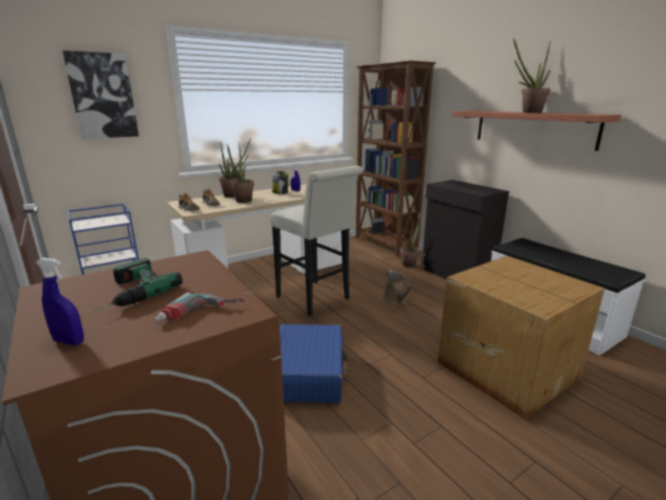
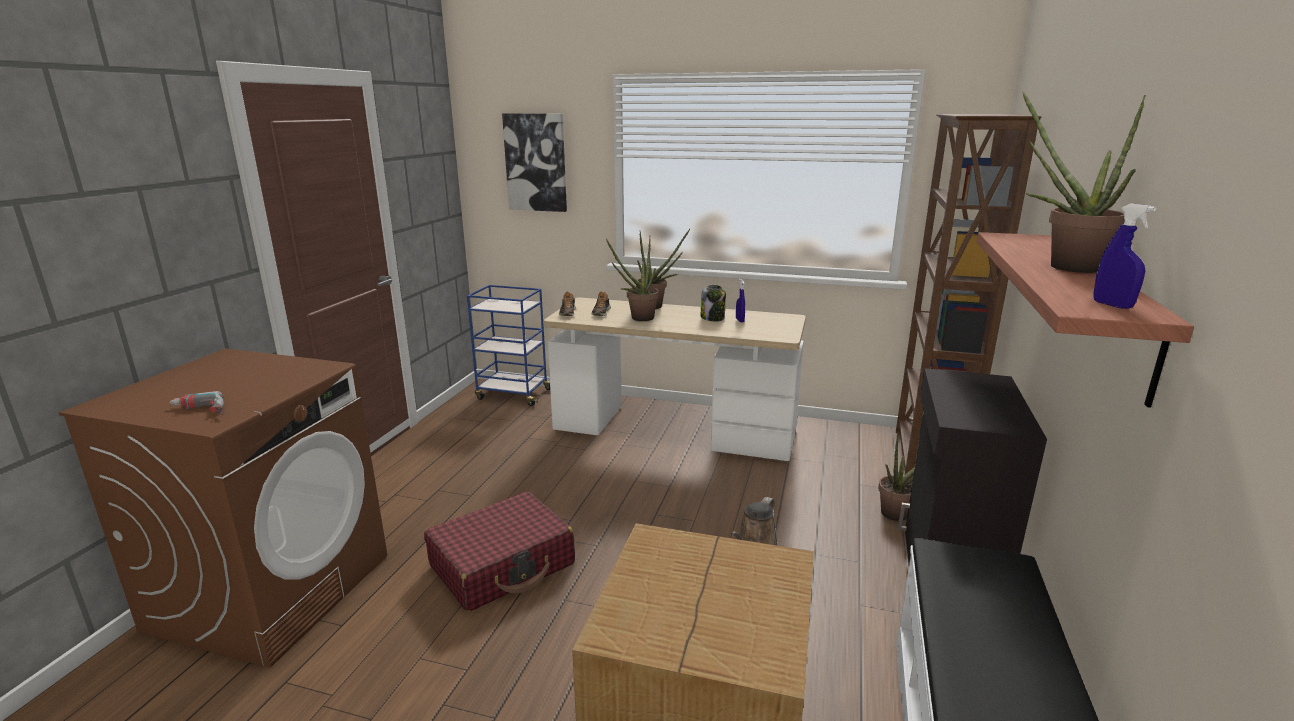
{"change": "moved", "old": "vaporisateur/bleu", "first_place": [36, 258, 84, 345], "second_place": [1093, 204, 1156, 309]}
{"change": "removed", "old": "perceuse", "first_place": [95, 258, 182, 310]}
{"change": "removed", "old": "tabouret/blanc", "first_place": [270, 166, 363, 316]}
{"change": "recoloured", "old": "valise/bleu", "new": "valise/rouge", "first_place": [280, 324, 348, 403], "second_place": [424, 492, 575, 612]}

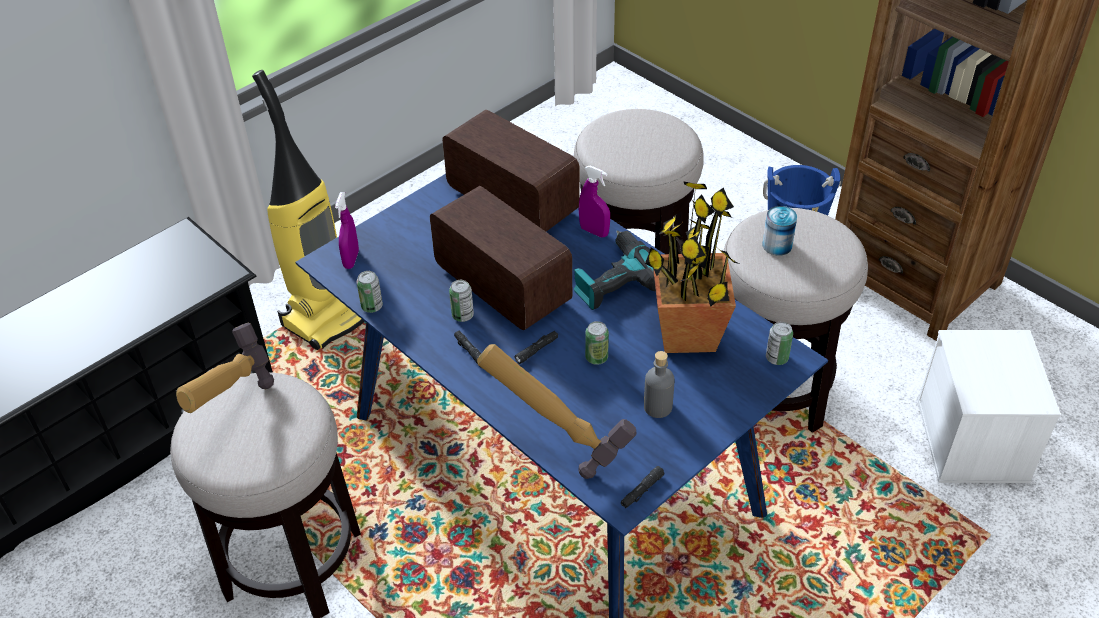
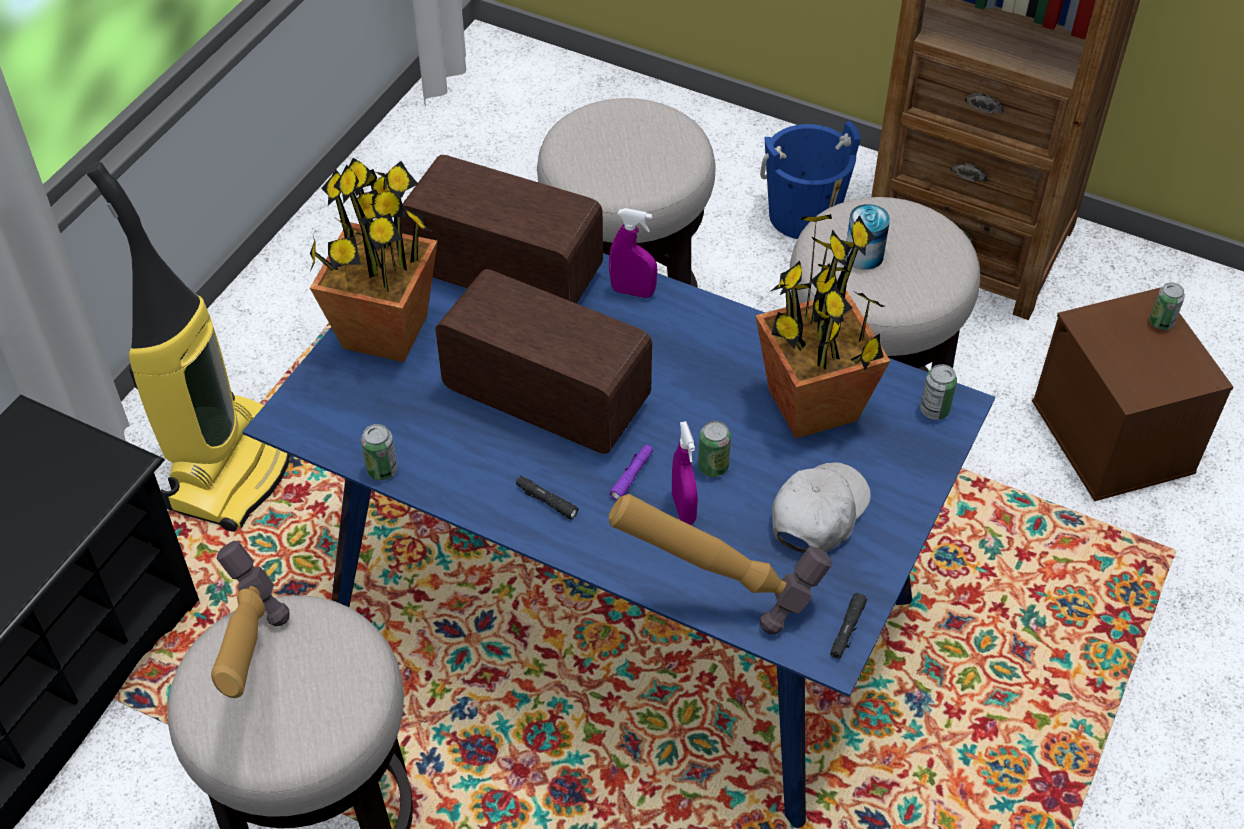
{"change": "moved", "old": "vaporisateur/violet", "first_place": [335, 192, 359, 269], "second_place": [672, 421, 698, 525]}
{"change": "moved", "old": "boîte métallique", "first_place": [449, 280, 474, 322], "second_place": [1150, 282, 1185, 330]}
{"change": "recoloured", "old": "lampe de poche/noir", "new": "lampe de poche/violet", "first_place": [514, 331, 558, 364], "second_place": [609, 444, 653, 500]}
{"change": "removed", "old": "perceuse", "first_place": [573, 230, 656, 310]}
{"change": "replaced", "old": "bouteille/gris", "new": "casquette/blanc", "first_place": [644, 351, 675, 418], "second_place": [772, 462, 871, 553]}
{"change": "recoloured", "old": "boîte de rangement/blanc", "new": "boîte de rangement/marron", "first_place": [917, 330, 1061, 483], "second_place": [1032, 287, 1233, 501]}
{"change": "added", "new": "plante en pot", "second_place": [310, 158, 437, 362]}

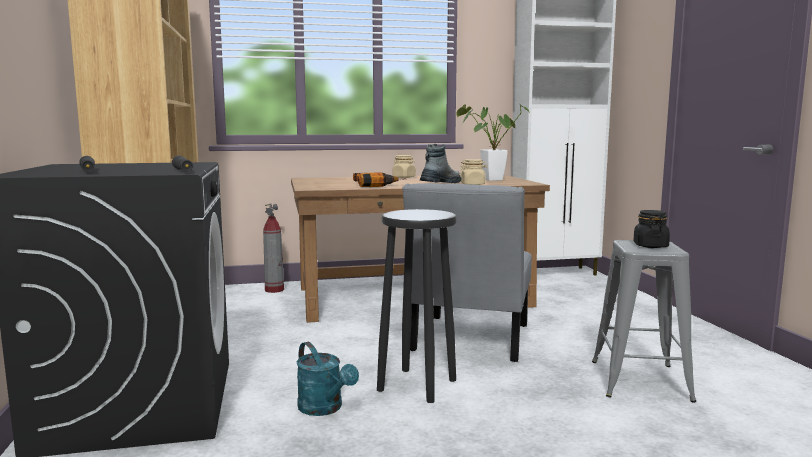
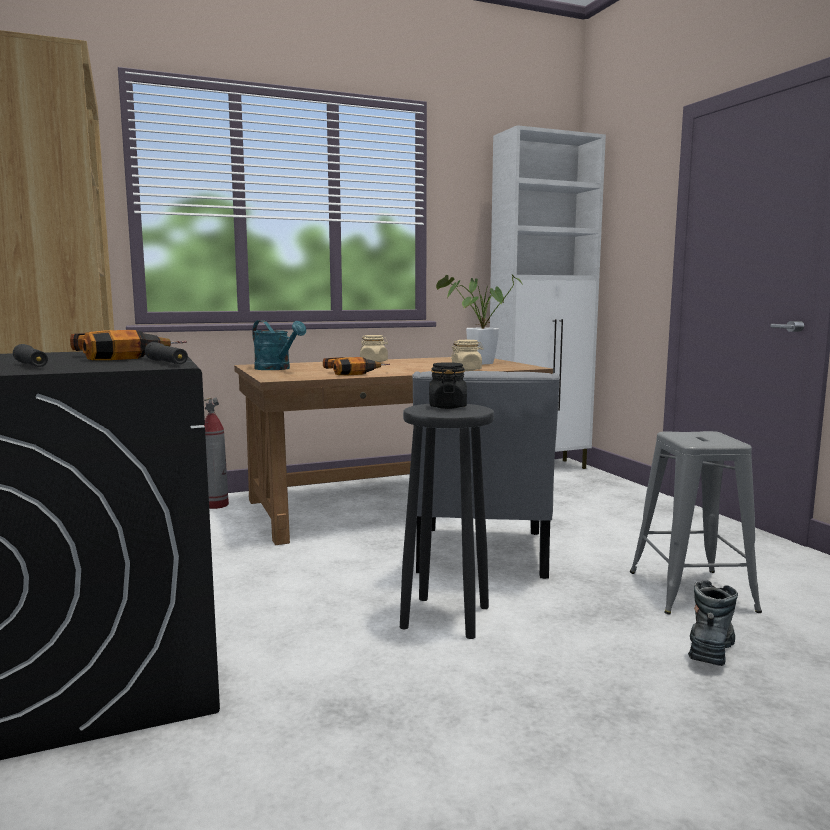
{"change": "moved", "old": "arrosoir/turquoise", "first_place": [297, 342, 359, 416], "second_place": [252, 320, 306, 370]}
{"change": "moved", "old": "botte", "first_place": [420, 144, 461, 183], "second_place": [688, 580, 738, 666]}
{"change": "moved", "old": "bocal/noir", "first_place": [633, 210, 670, 248], "second_place": [429, 362, 467, 409]}
{"change": "added", "new": "perceuse", "second_place": [70, 330, 186, 360]}

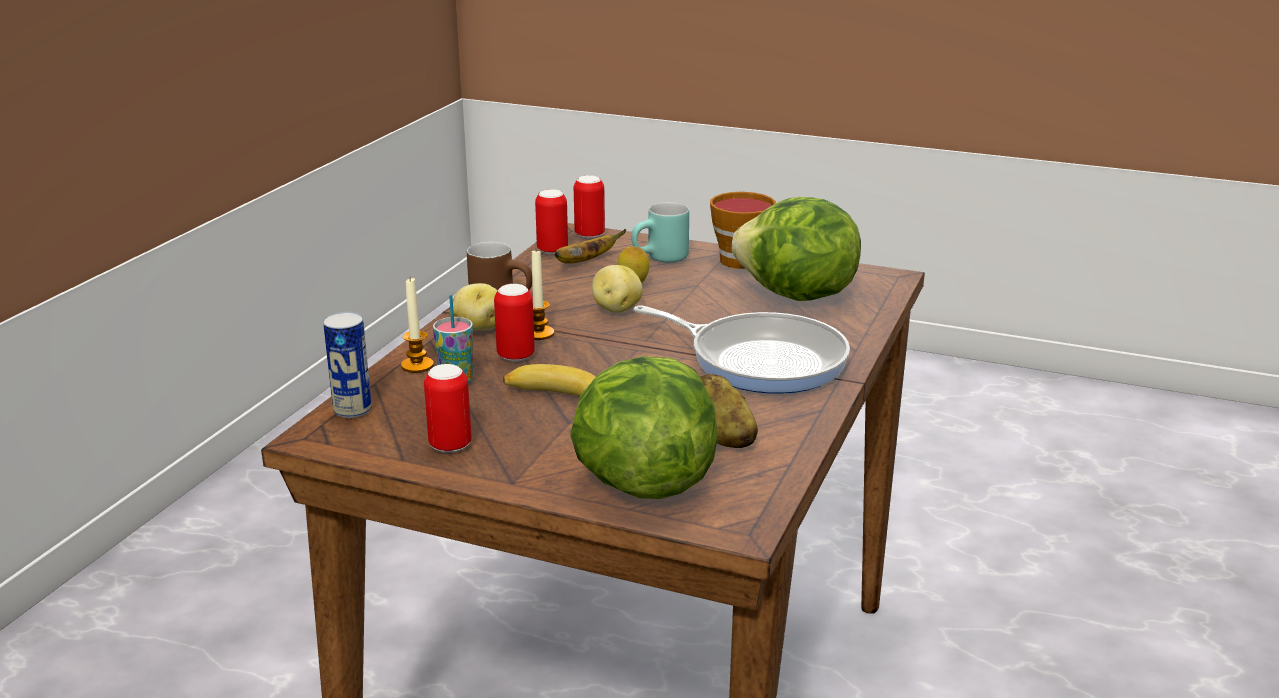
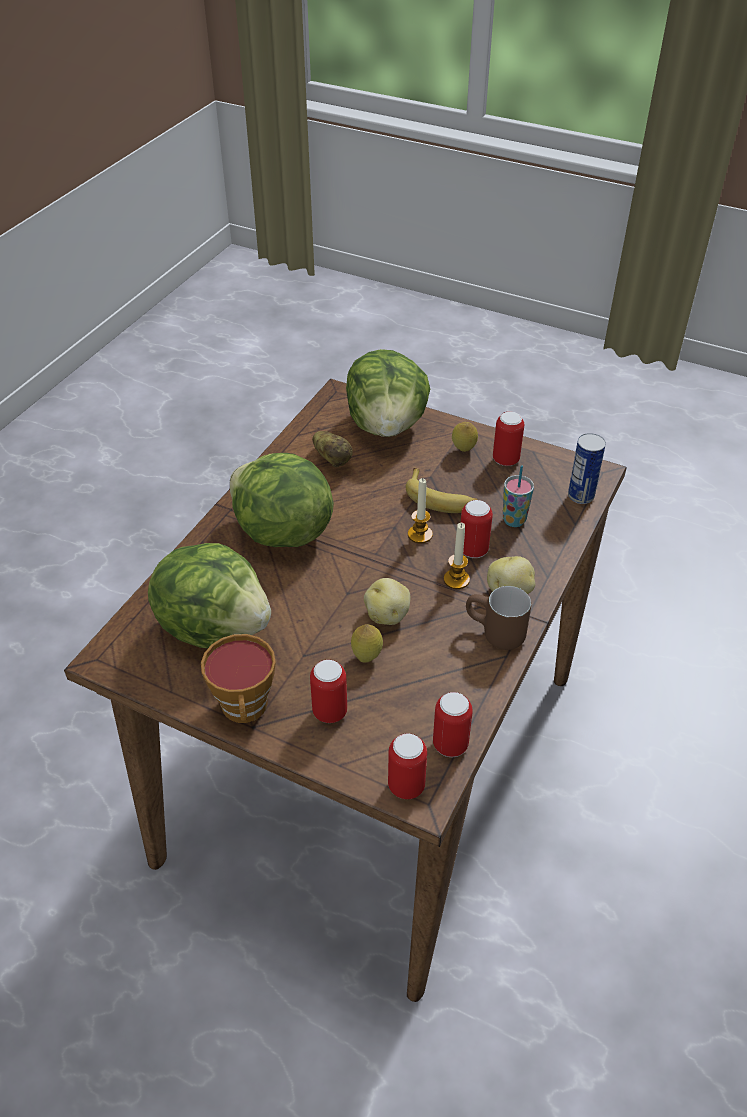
{"change": "moved", "old": "bougie", "first_place": [401, 278, 434, 373], "second_place": [408, 478, 433, 543]}
{"change": "removed", "old": "banane", "first_place": [555, 229, 626, 264]}
{"change": "replaced", "old": "mug/turquoise", "new": "boîte métallique", "first_place": [631, 202, 689, 263], "second_place": [310, 660, 347, 723]}
{"change": "replaced", "old": "poêle", "new": "laitue", "first_place": [633, 305, 850, 394], "second_place": [230, 453, 334, 547]}
{"change": "added", "new": "citron", "second_place": [452, 422, 478, 452]}

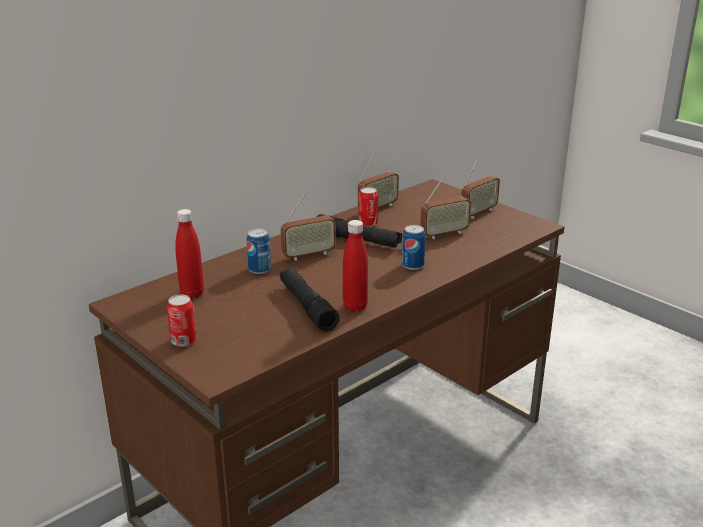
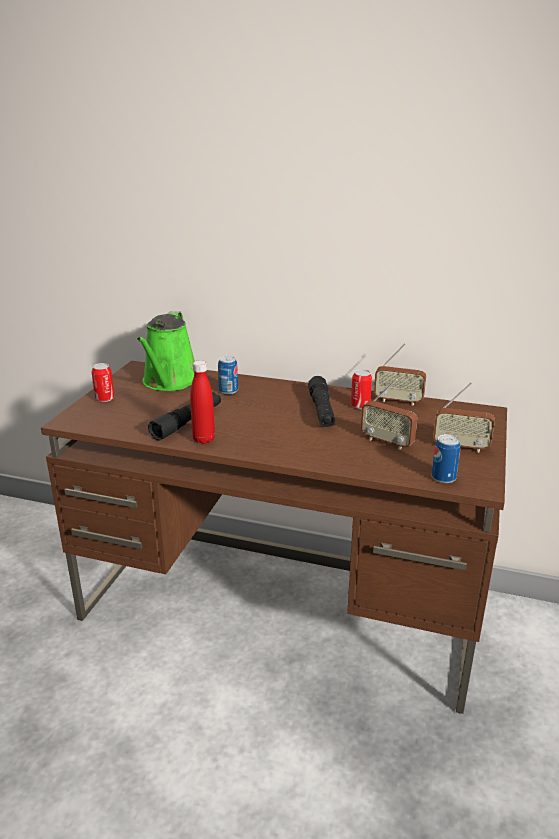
{"change": "replaced", "old": "bouteille/rouge", "new": "arrosoir/vert", "first_place": [175, 209, 204, 299], "second_place": [136, 311, 195, 391]}
{"change": "removed", "old": "radio", "first_place": [281, 192, 336, 261]}
{"change": "moved", "old": "boîte métallique", "first_place": [402, 225, 426, 270], "second_place": [431, 434, 461, 484]}

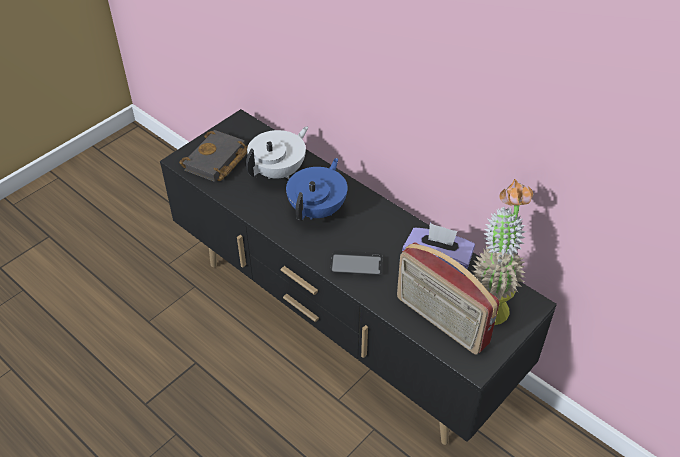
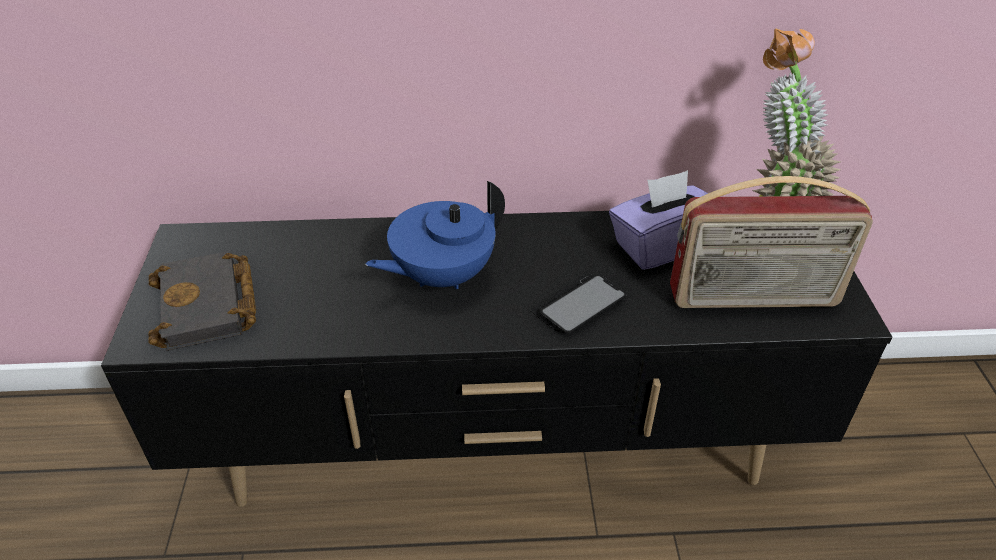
{"change": "removed", "old": "théière/blanc", "first_place": [246, 127, 308, 179]}
{"change": "turned", "old": "théière/bleu", "first_place": [286, 158, 347, 221], "second_place": [365, 181, 505, 289], "degrees": -105}

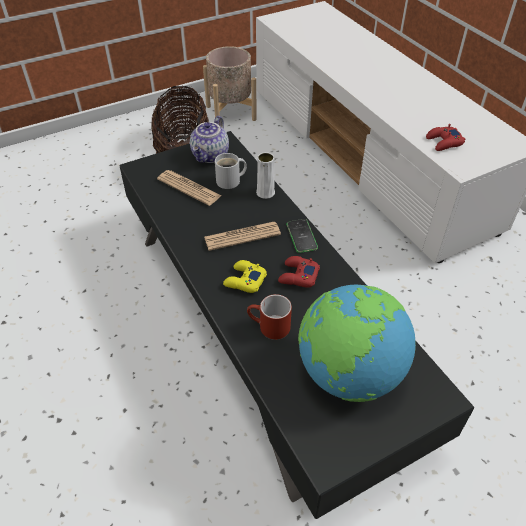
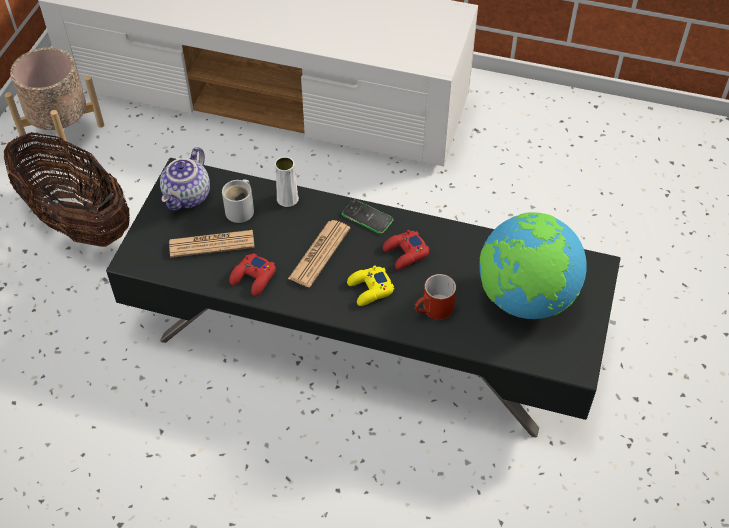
{"change": "turned", "old": "théière", "first_place": [190, 116, 229, 163], "second_place": [160, 147, 210, 210], "degrees": 45}
{"change": "moved", "old": "manette/rouge", "first_place": [426, 124, 465, 151], "second_place": [229, 253, 276, 296]}

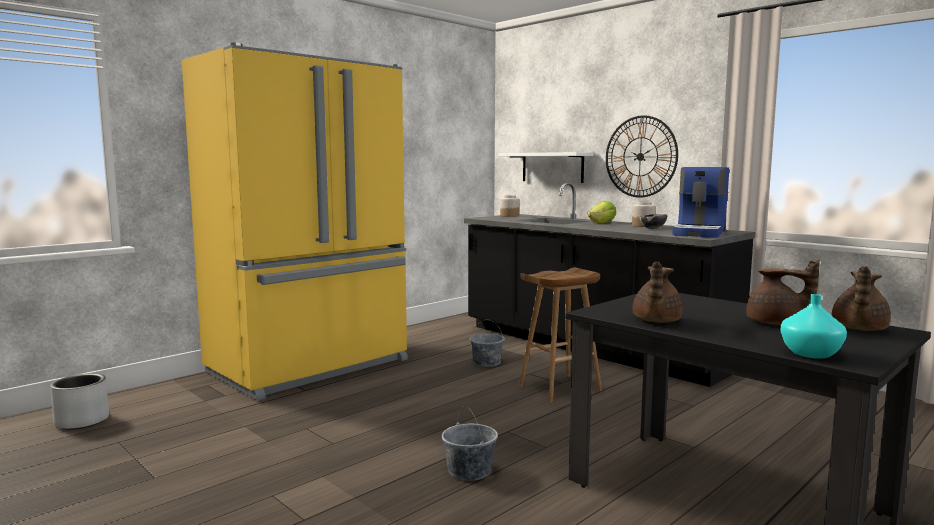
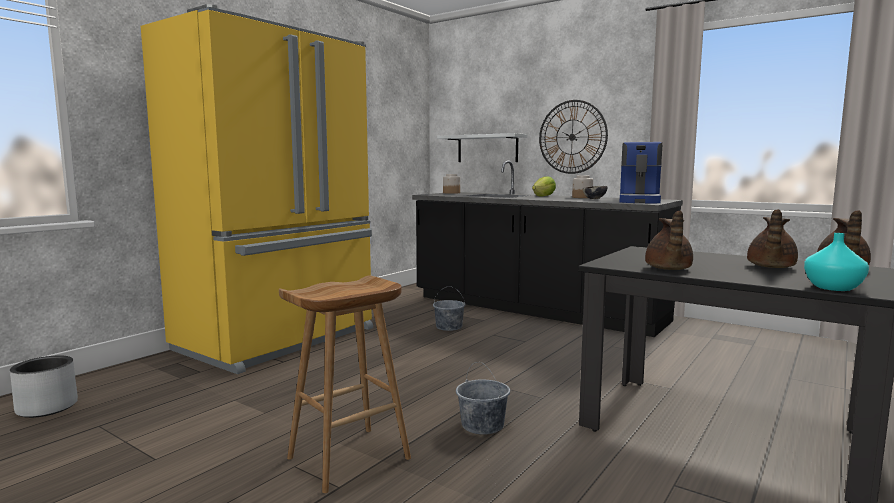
{"change": "moved", "old": "tabouret/marron", "first_place": [519, 268, 602, 403], "second_place": [279, 275, 411, 493]}
{"change": "turned", "old": "théière/marron", "first_place": [746, 260, 820, 325], "second_place": [747, 209, 798, 268], "degrees": 105}

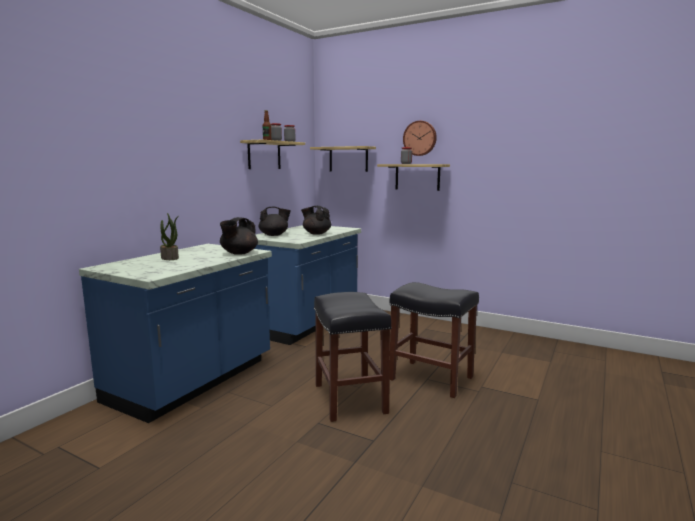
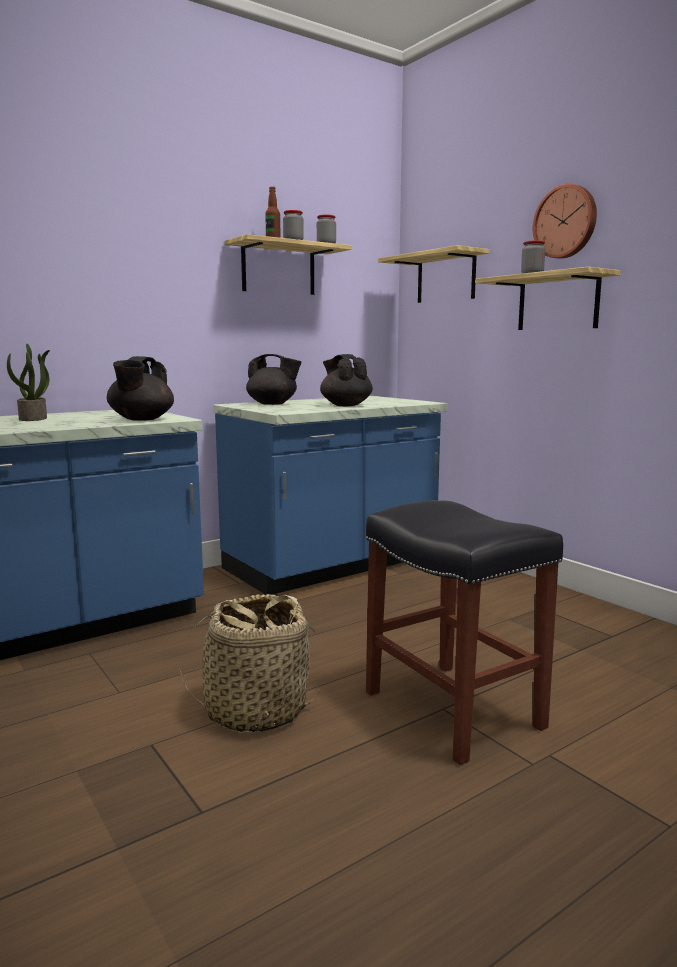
{"change": "turned", "old": "théière/noir", "first_place": [220, 217, 258, 255], "second_place": [107, 356, 174, 421], "degrees": -45}
{"change": "replaced", "old": "tabouret/noir", "new": "panier", "first_place": [314, 292, 392, 422], "second_place": [180, 594, 321, 733]}

